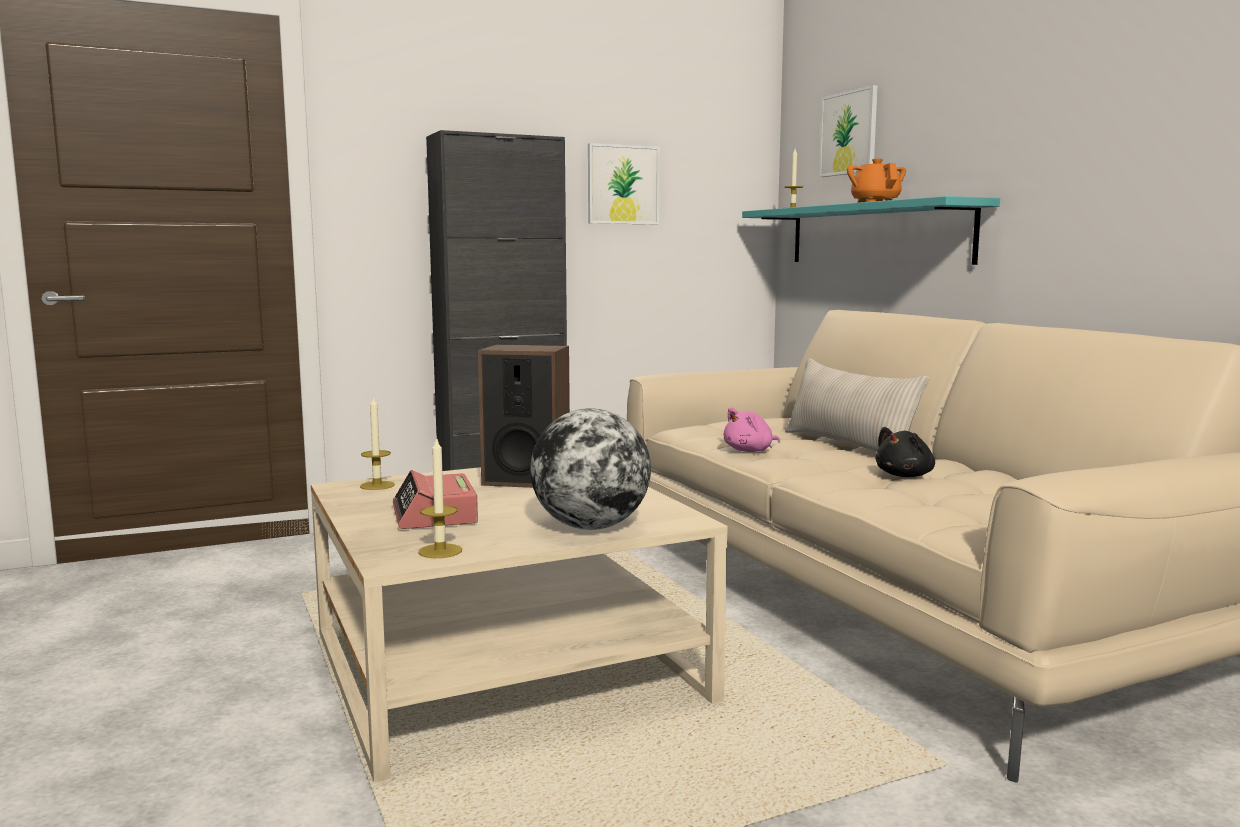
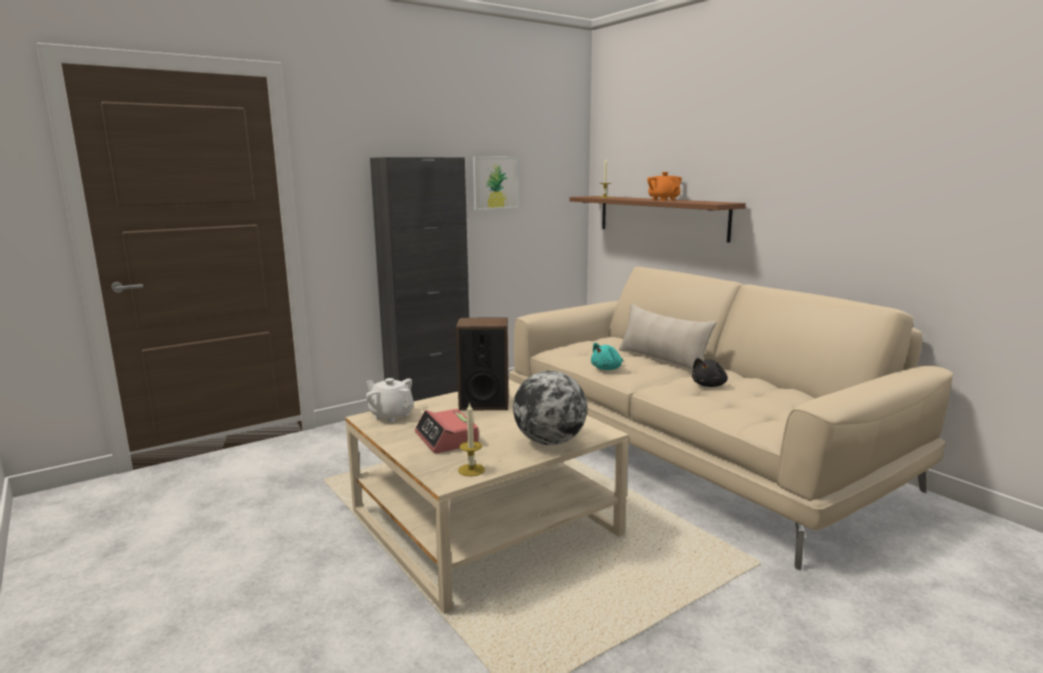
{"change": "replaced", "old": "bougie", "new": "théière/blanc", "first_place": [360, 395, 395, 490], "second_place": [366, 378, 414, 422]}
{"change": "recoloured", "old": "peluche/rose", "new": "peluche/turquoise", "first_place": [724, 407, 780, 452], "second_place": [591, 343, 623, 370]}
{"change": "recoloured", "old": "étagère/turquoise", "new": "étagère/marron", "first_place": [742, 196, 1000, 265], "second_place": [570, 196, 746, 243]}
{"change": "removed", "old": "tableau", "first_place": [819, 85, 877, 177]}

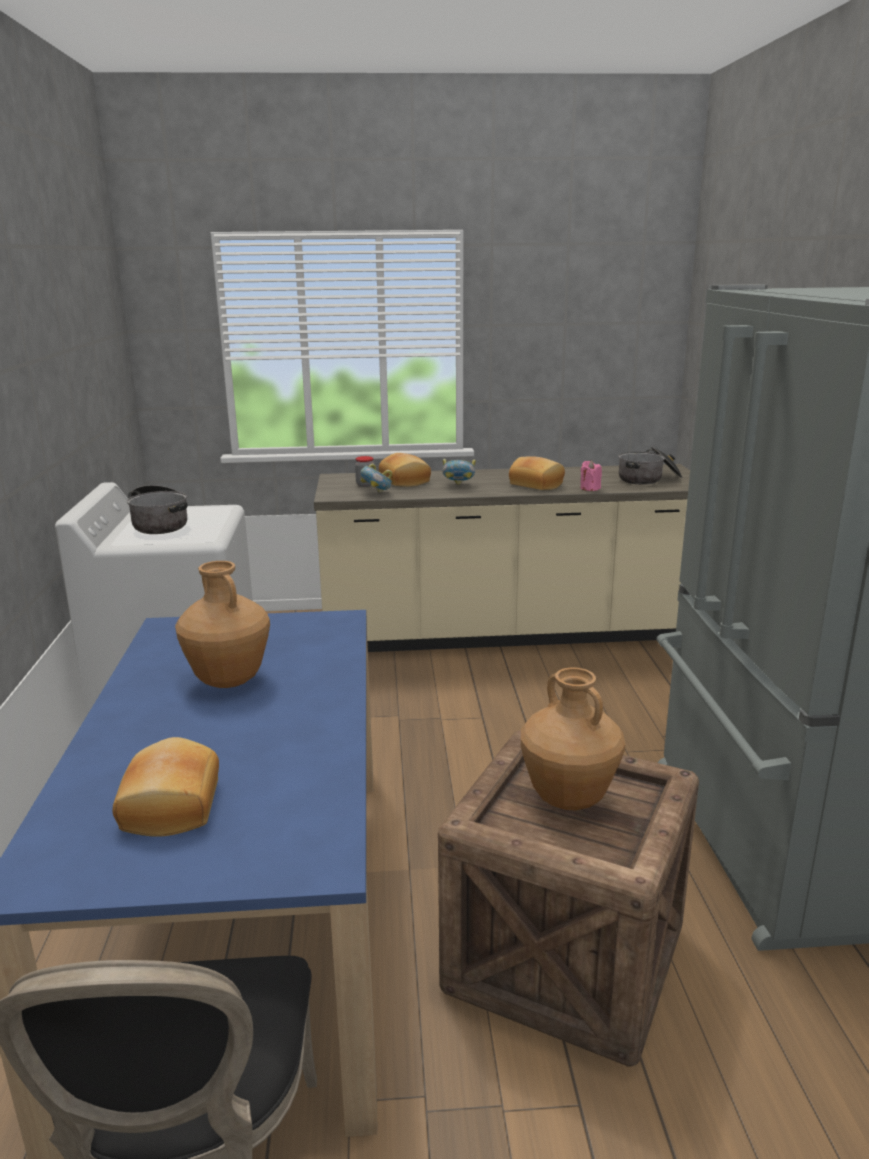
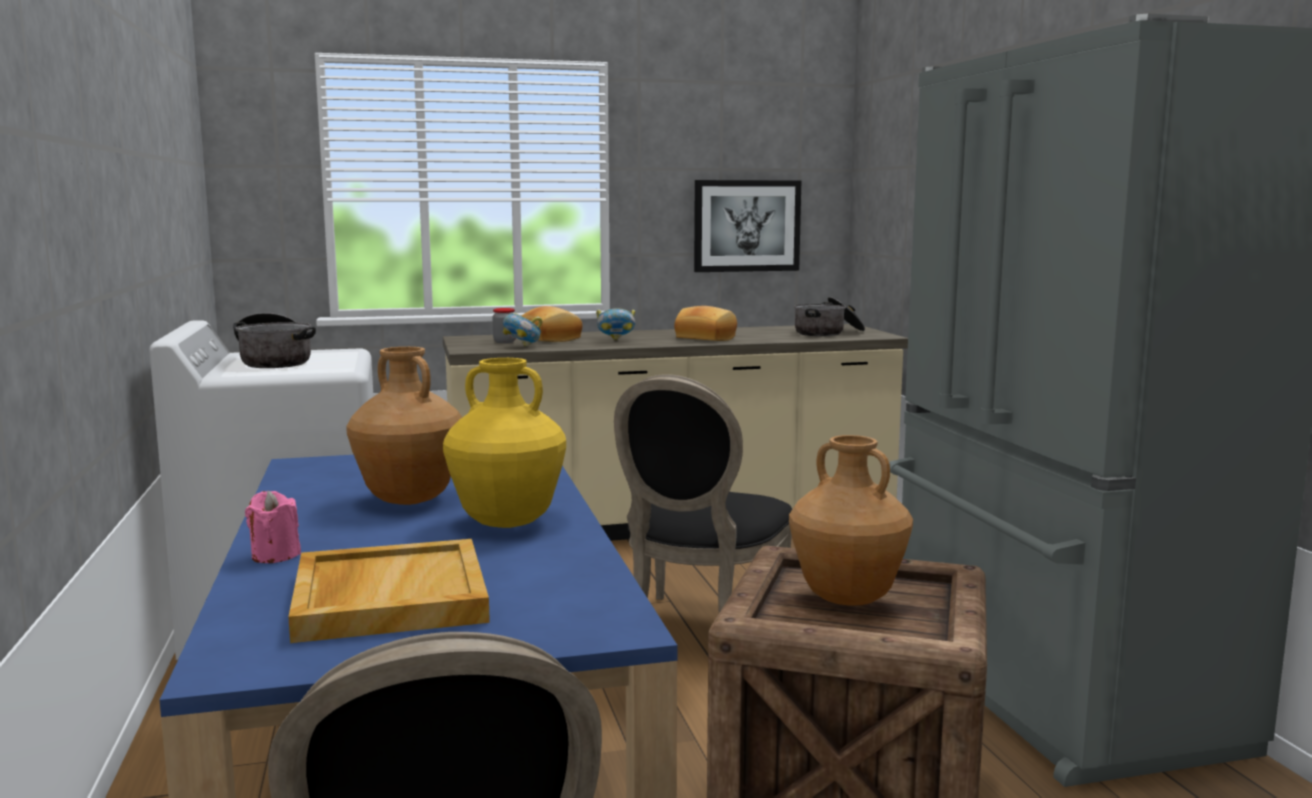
{"change": "replaced", "old": "pain", "new": "plateau/beige", "first_place": [112, 737, 219, 837], "second_place": [288, 539, 490, 643]}
{"change": "moved", "old": "bougie/rose", "first_place": [581, 460, 602, 491], "second_place": [245, 491, 301, 563]}
{"change": "added", "new": "vase/jaune", "second_place": [443, 358, 566, 528]}
{"change": "added", "new": "chaise/noir", "second_place": [614, 374, 792, 613]}
{"change": "added", "new": "tableau", "second_place": [694, 180, 801, 272]}

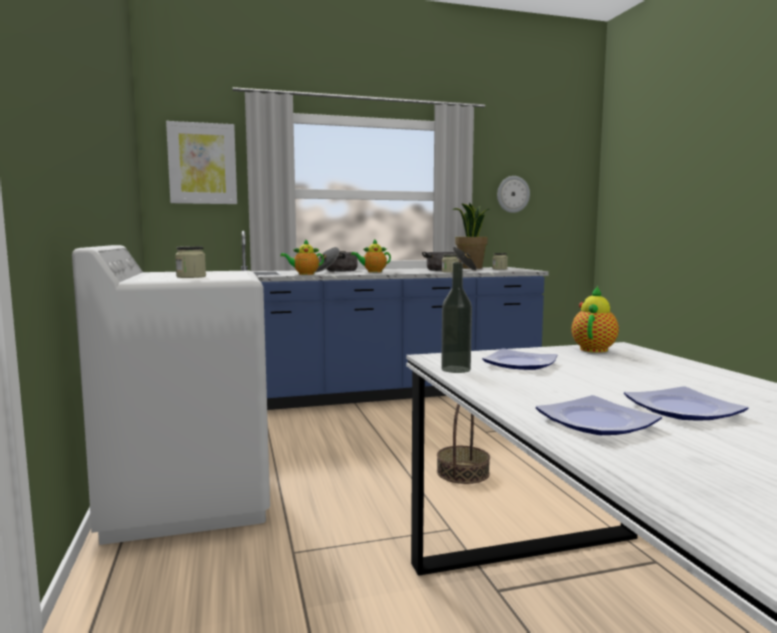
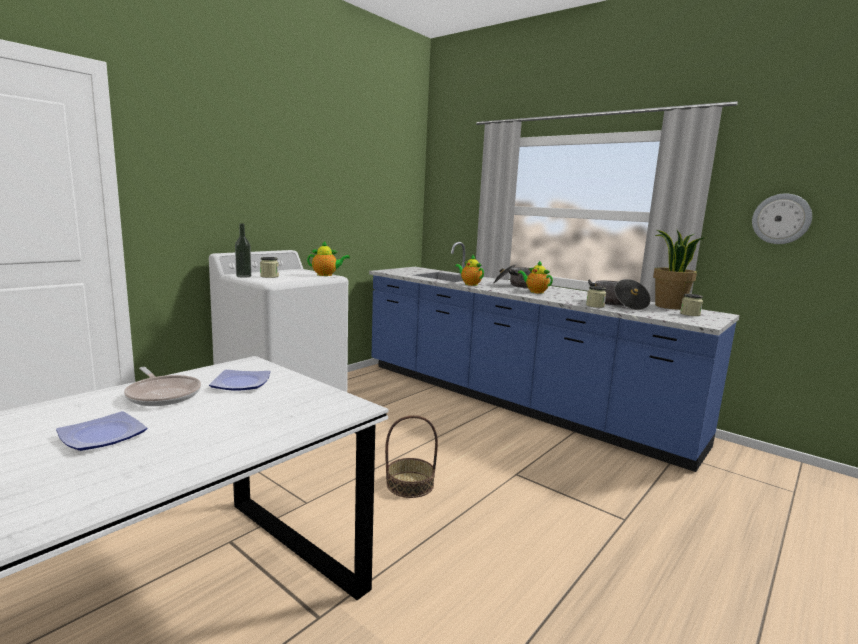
{"change": "removed", "old": "tableau", "first_place": [166, 121, 237, 204]}
{"change": "moved", "old": "bouteille", "first_place": [441, 262, 472, 373], "second_place": [235, 223, 251, 278]}
{"change": "removed", "old": "assiette", "first_place": [536, 395, 662, 435]}
{"change": "moved", "old": "théière", "first_place": [571, 286, 619, 353], "second_place": [307, 241, 350, 276]}
{"change": "added", "new": "poêle", "second_place": [124, 367, 201, 406]}

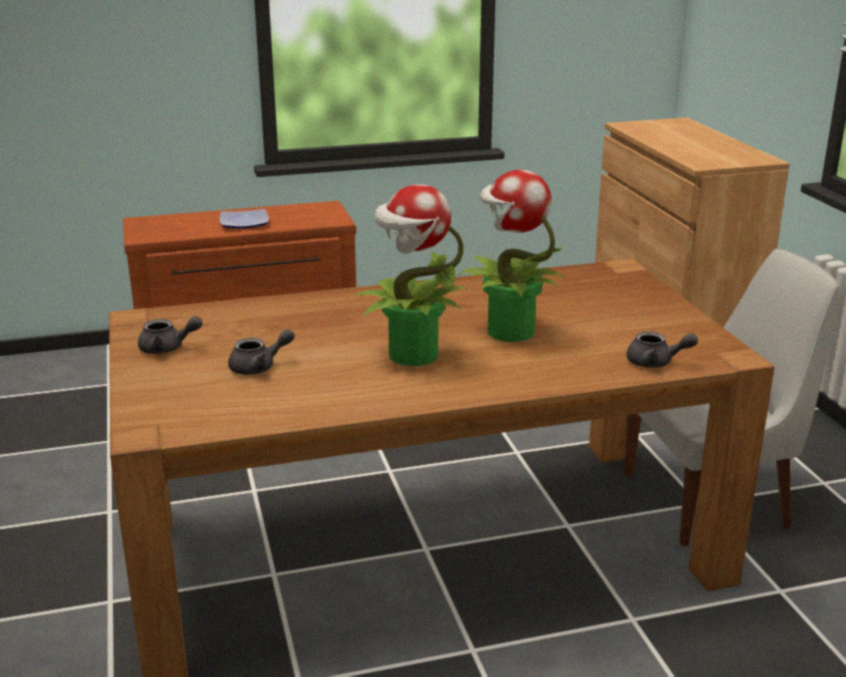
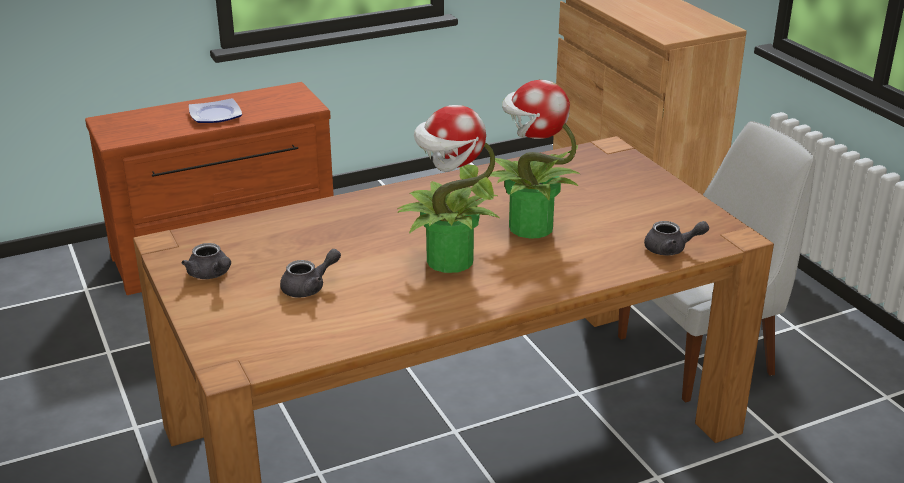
{"change": "turned", "old": "théière/gris", "first_place": [138, 316, 202, 354], "second_place": [181, 243, 231, 279], "degrees": 60}

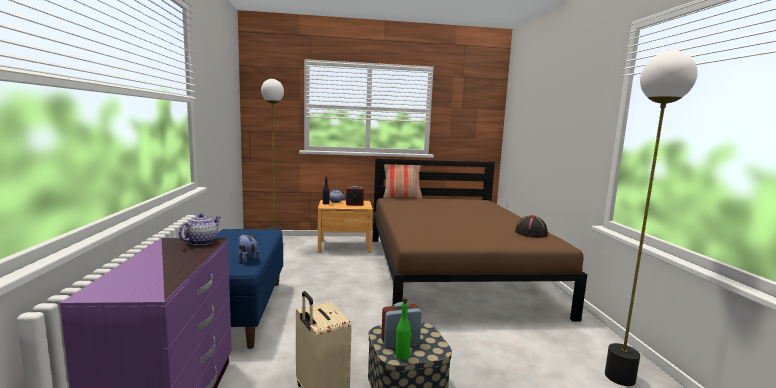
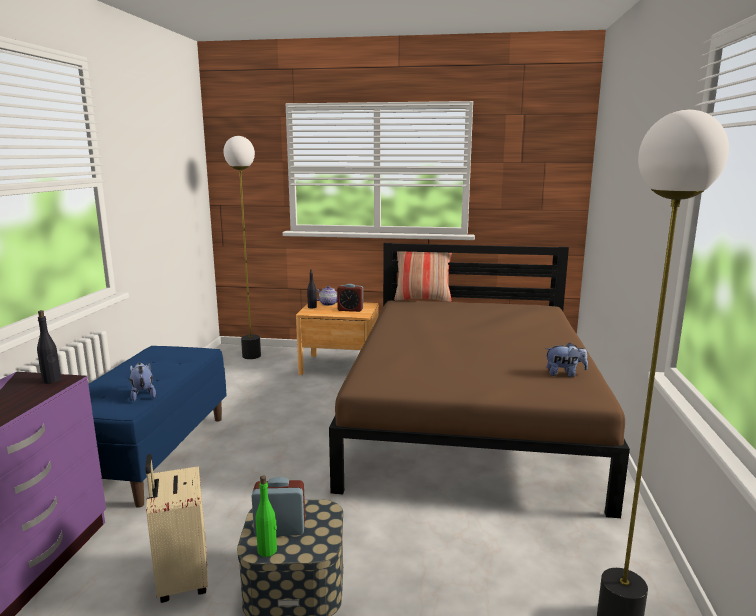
{"change": "replaced", "old": "théière", "new": "bouteille/noir", "first_place": [178, 213, 221, 245], "second_place": [37, 310, 61, 384]}
{"change": "replaced", "old": "chapeau/noir", "new": "peluche", "first_place": [515, 215, 548, 238], "second_place": [545, 342, 588, 377]}

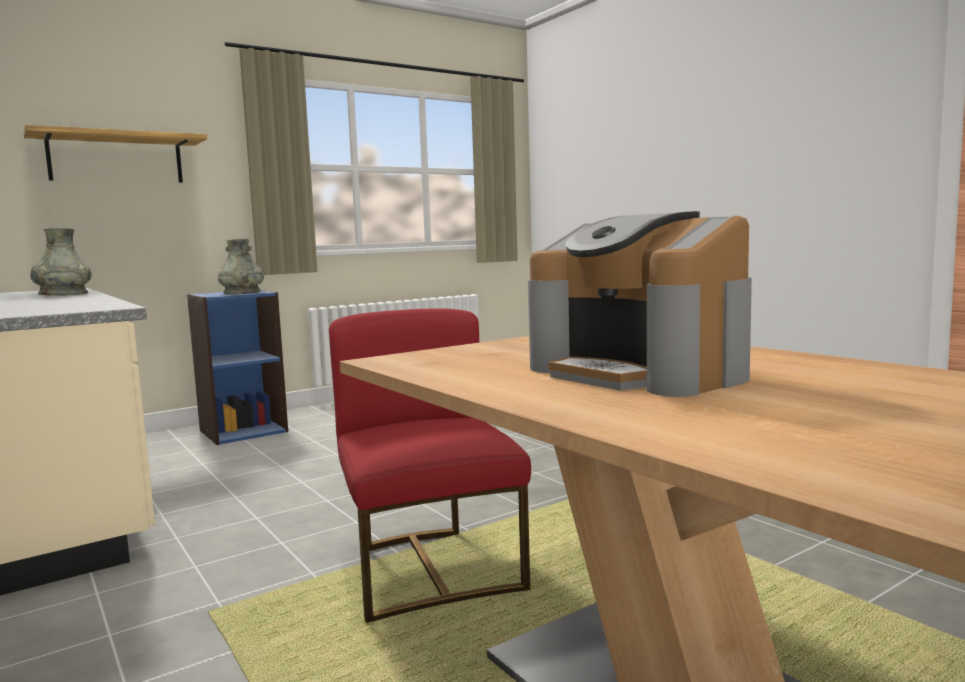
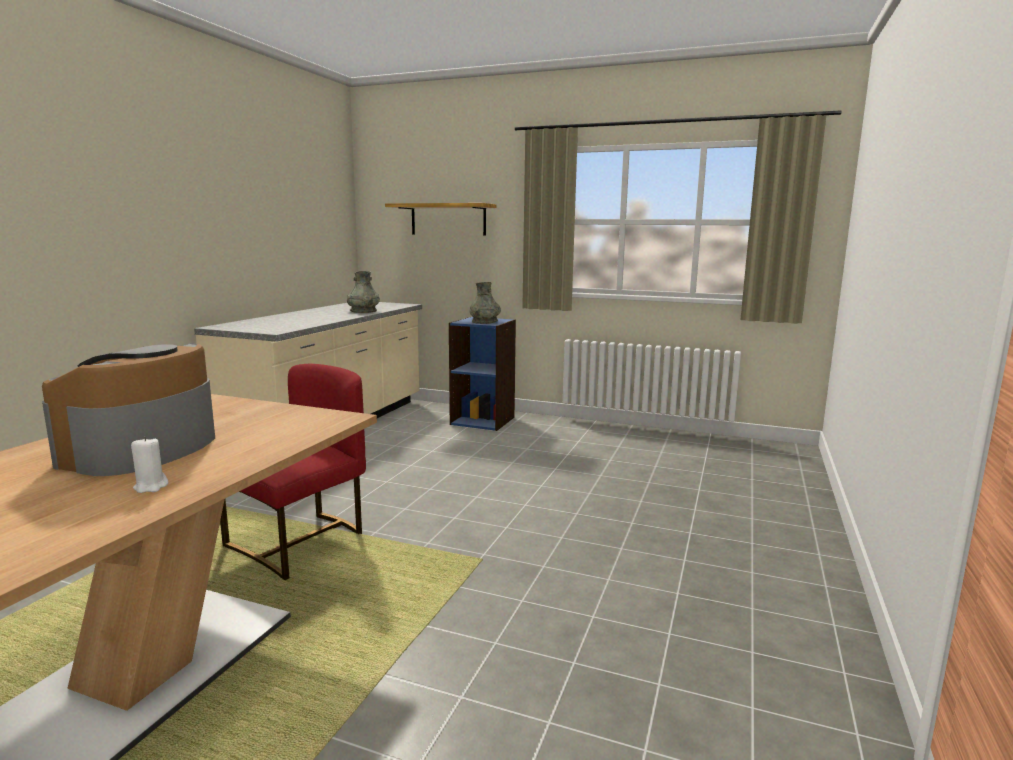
{"change": "added", "new": "bougie/blanc", "second_place": [131, 436, 168, 493]}

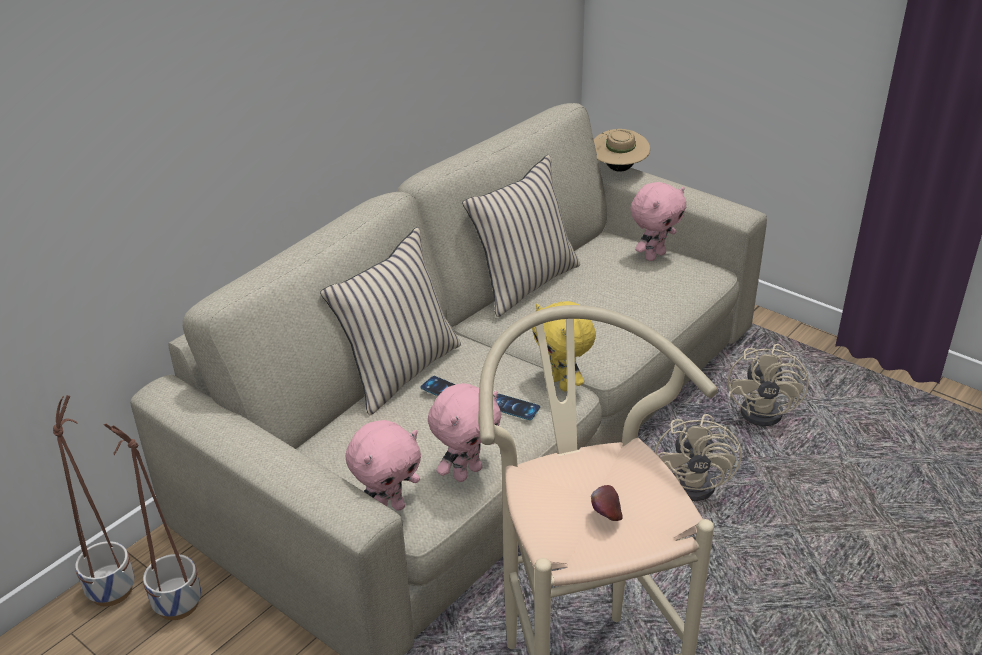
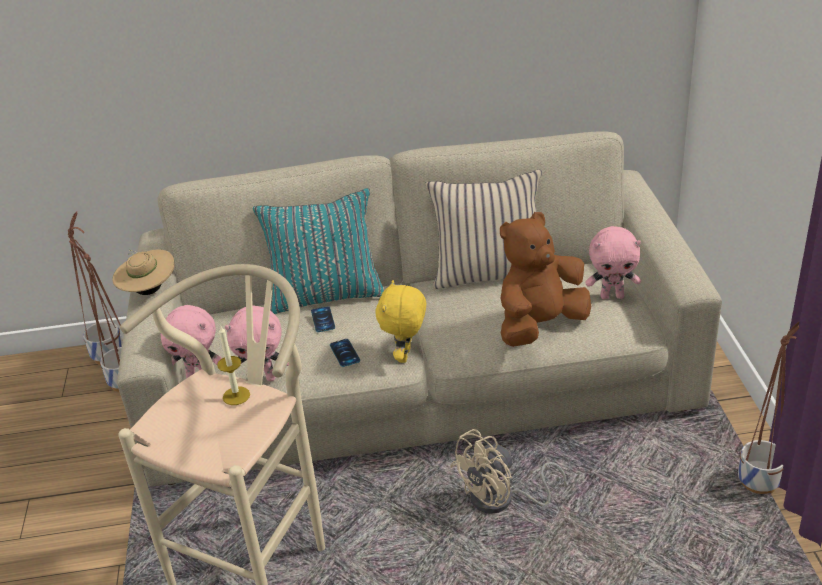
{"change": "recoloured", "old": "coussin/beige", "new": "coussin/turquoise", "first_place": [320, 227, 461, 415], "second_place": [253, 188, 384, 314]}
{"change": "removed", "old": "pomme", "first_place": [591, 485, 623, 521]}
{"change": "moved", "old": "chapeau/beige", "first_place": [594, 129, 650, 172], "second_place": [113, 249, 175, 295]}
{"change": "removed", "old": "ventilateur/beige", "first_place": [728, 344, 809, 426]}
{"change": "added", "new": "bougie", "second_place": [217, 326, 250, 405]}
{"change": "added", "new": "peluche/marron", "second_place": [500, 212, 591, 347]}
{"change": "added", "new": "cache-pot", "second_place": [738, 322, 799, 494]}

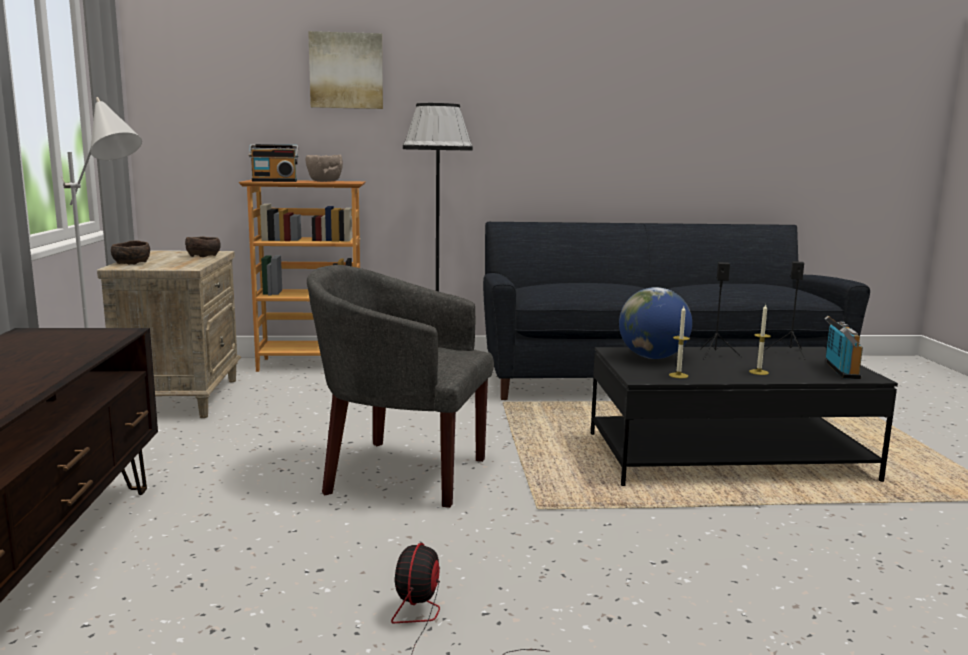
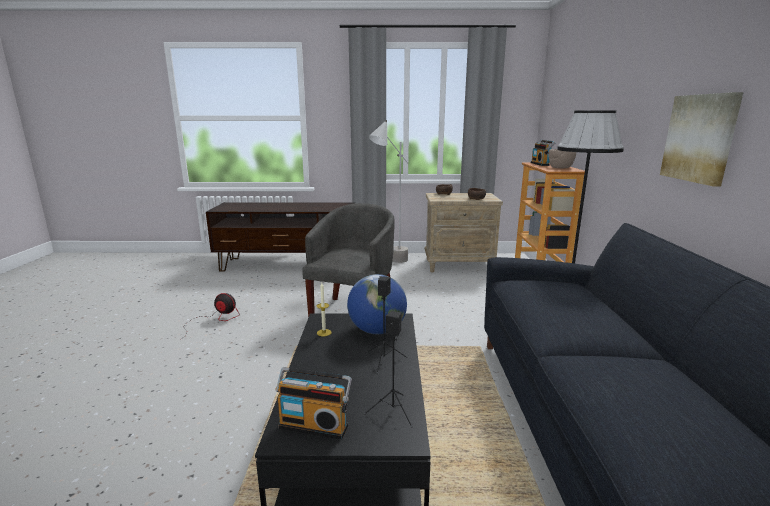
{"change": "moved", "old": "tableau", "first_place": [308, 31, 383, 109], "second_place": [660, 92, 744, 186]}
{"change": "removed", "old": "bougie", "first_place": [749, 304, 771, 375]}

